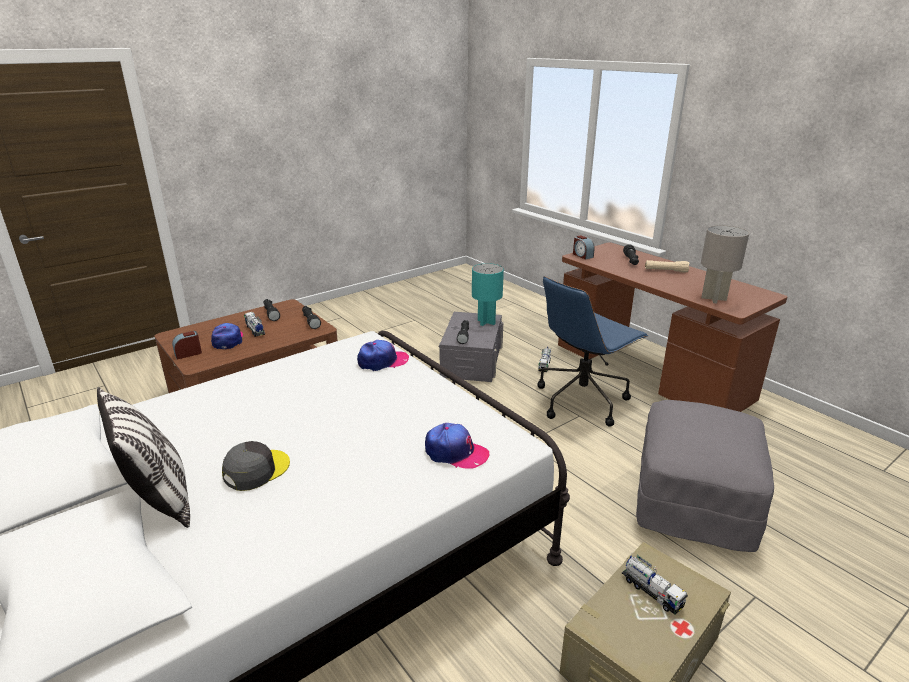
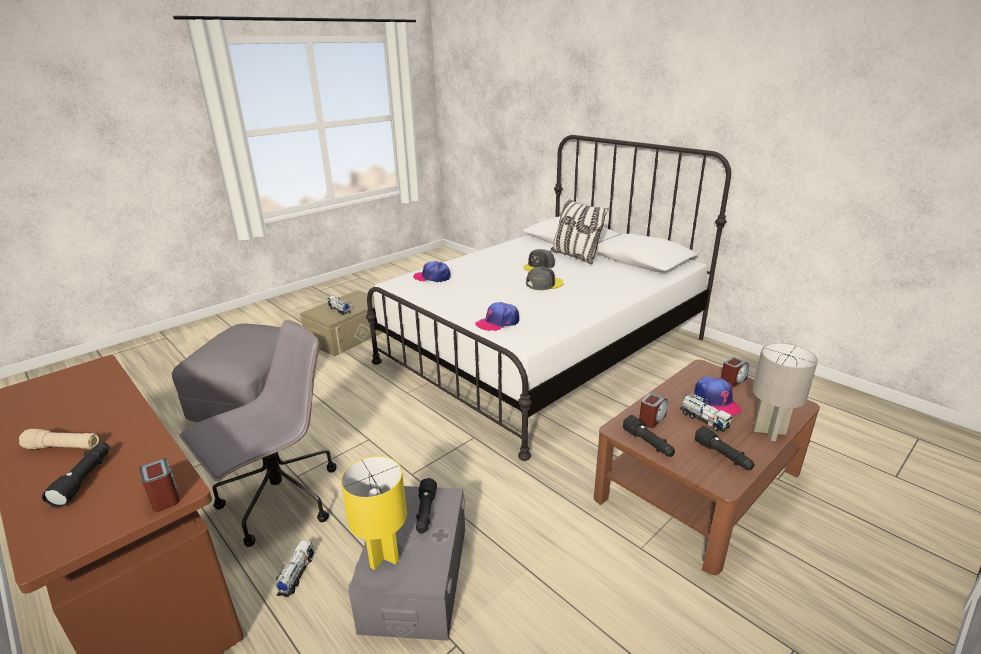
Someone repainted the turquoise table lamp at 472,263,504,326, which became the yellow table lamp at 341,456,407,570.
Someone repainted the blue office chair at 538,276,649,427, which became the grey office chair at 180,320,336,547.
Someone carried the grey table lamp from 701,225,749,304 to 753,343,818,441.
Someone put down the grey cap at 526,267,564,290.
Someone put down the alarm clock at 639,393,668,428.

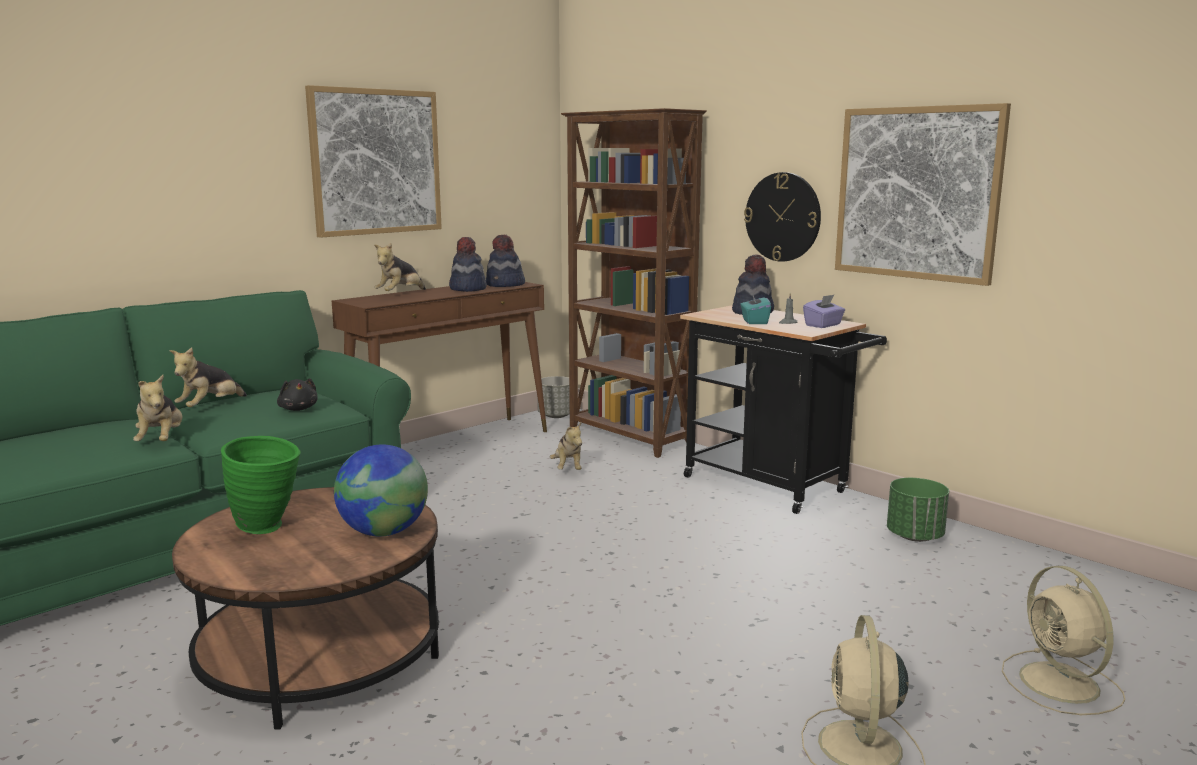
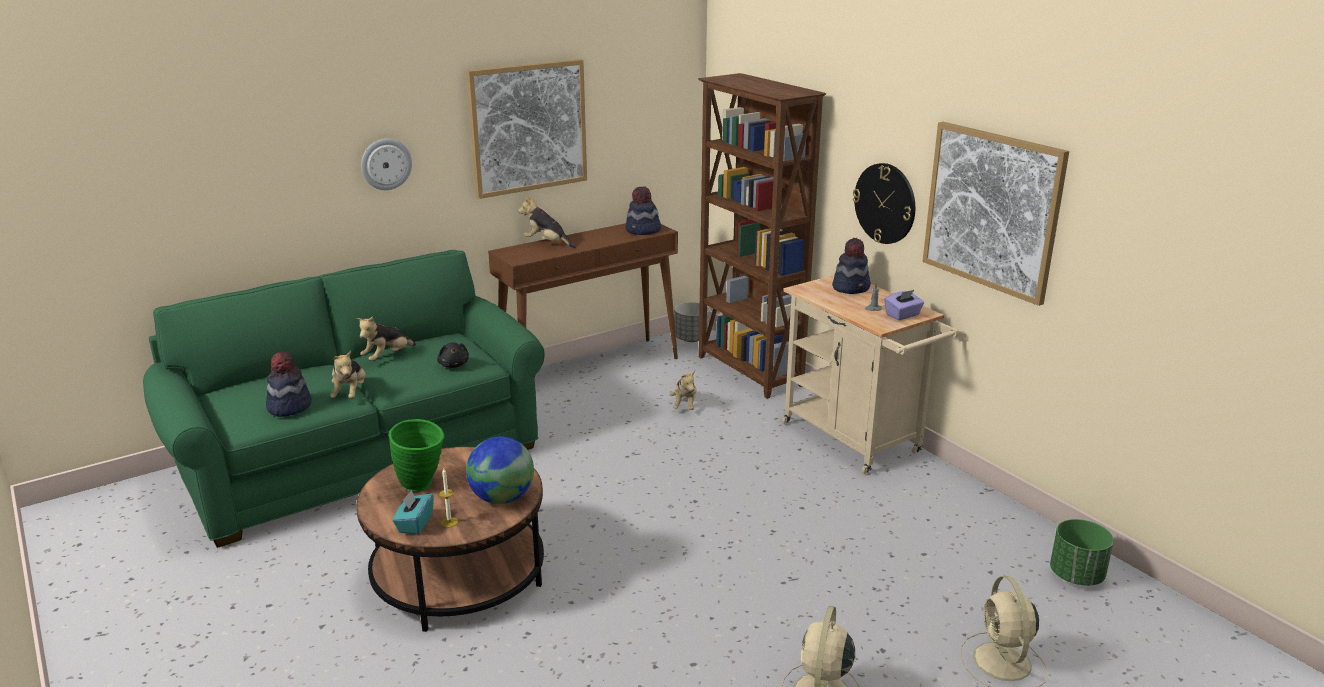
Someone rotated the plush toy at 374,243,426,291 by 75 degrees clockwise.
Someone carried the hat from 449,237,487,292 to 266,351,312,417.
Someone repainted the black cart at 680,305,887,514, which became the beige cart at 782,275,959,475.
Someone carried the turquoise tissue box from 740,291,771,324 to 393,490,434,534.
Someone carried the green planter from 887,478,949,542 to 1050,519,1114,586.
Someone put up the wall clock at 361,139,412,190.
Someone put down the candle at 439,468,458,527.

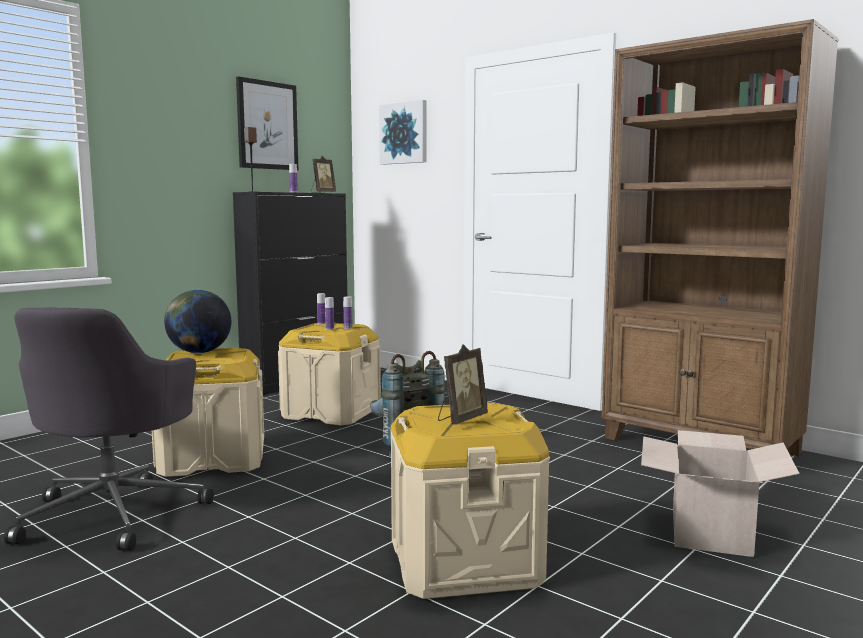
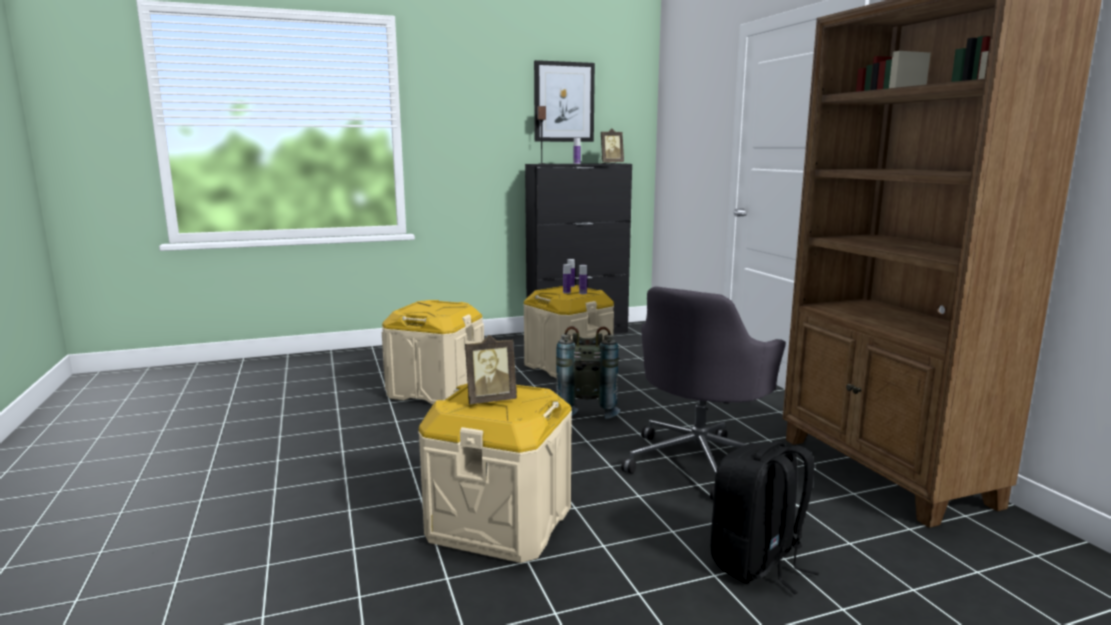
Someone carried the grey office chair from 4,308,214,550 to 621,286,786,500.
Someone took away the globe at 164,290,231,353.
Someone took away the picture at 379,100,426,165.
Someone swapped the cardboard box at 641,430,800,557 for the black backpack at 711,441,819,594.

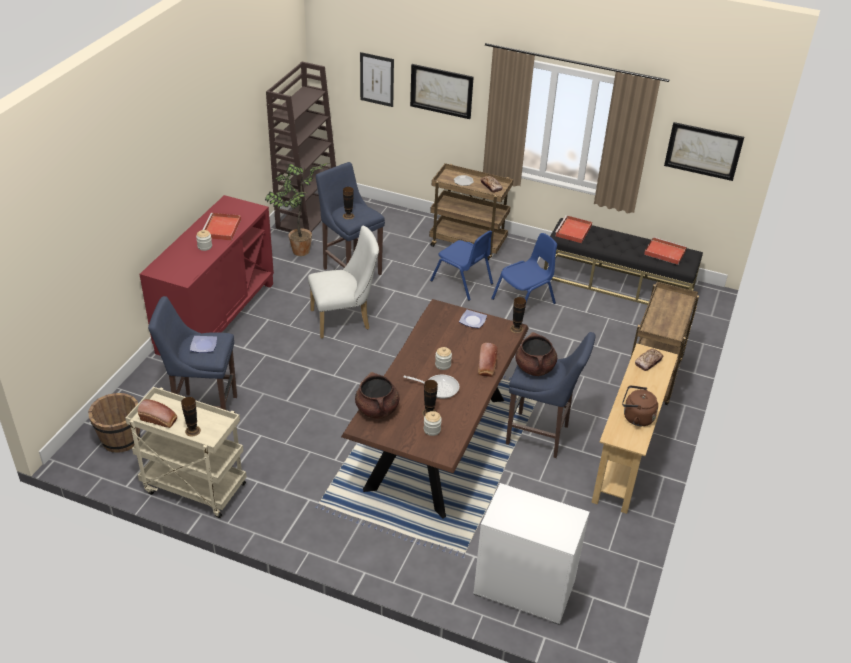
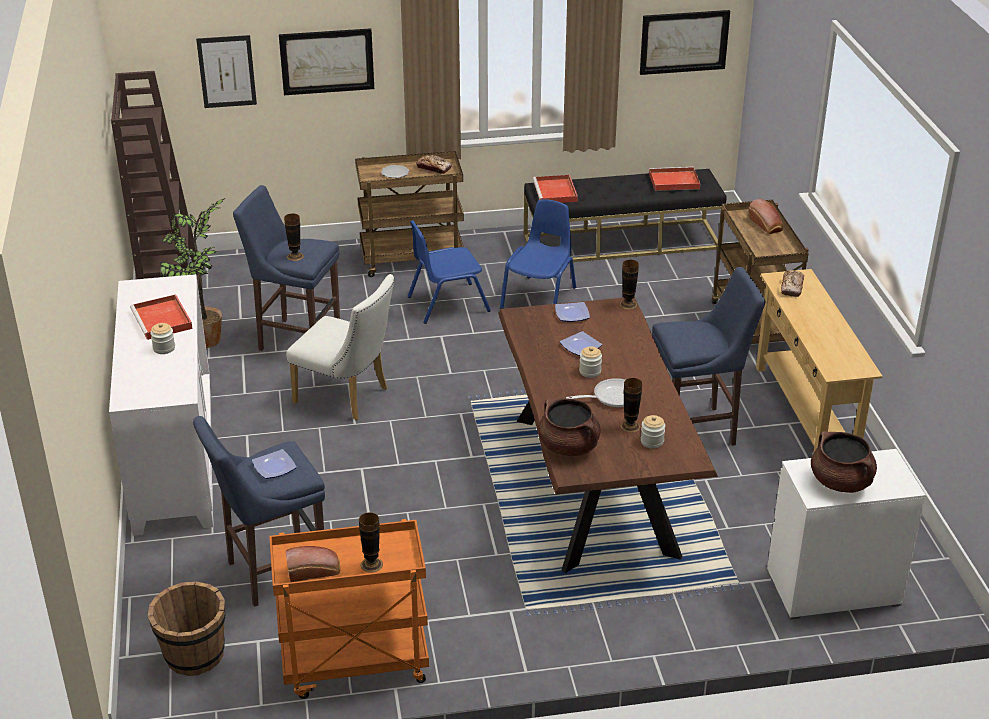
Someone repainted the beige cart at 125,387,247,518, which became the orange cart at 269,519,429,699.
Someone repainted the red cabinet at 139,195,274,356, which became the white cabinet at 109,274,213,536.
Someone rotated the white chair at 308,226,379,339 by 75 degrees clockwise.
Someone rotated the blue chair at 430,230,493,301 by 150 degrees clockwise.
Someone carried the bread from 478,343,498,377 to 749,199,783,234.
Someone carried the brown cooking pot from 515,332,557,376 to 811,431,877,493.
Someone took away the brown kettle at 622,385,658,426.
Someone put down the plate at 560,331,602,356.

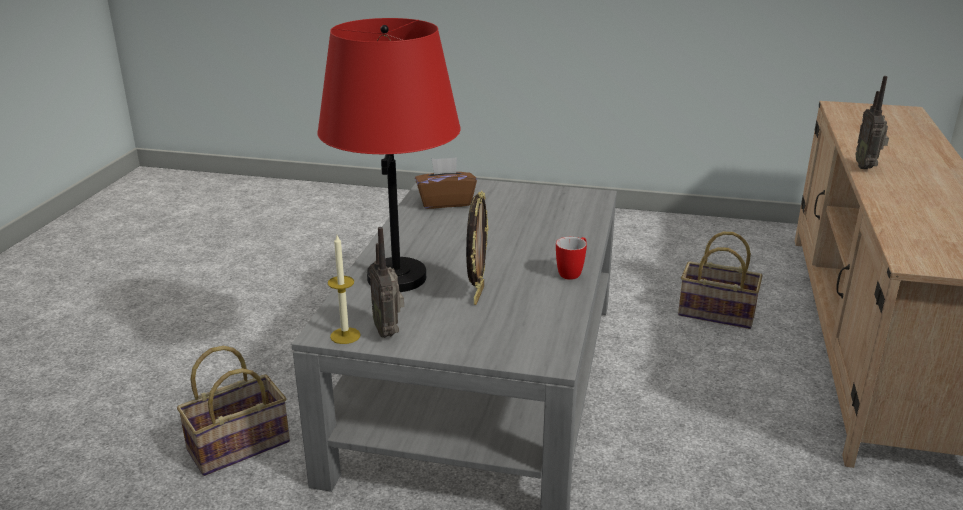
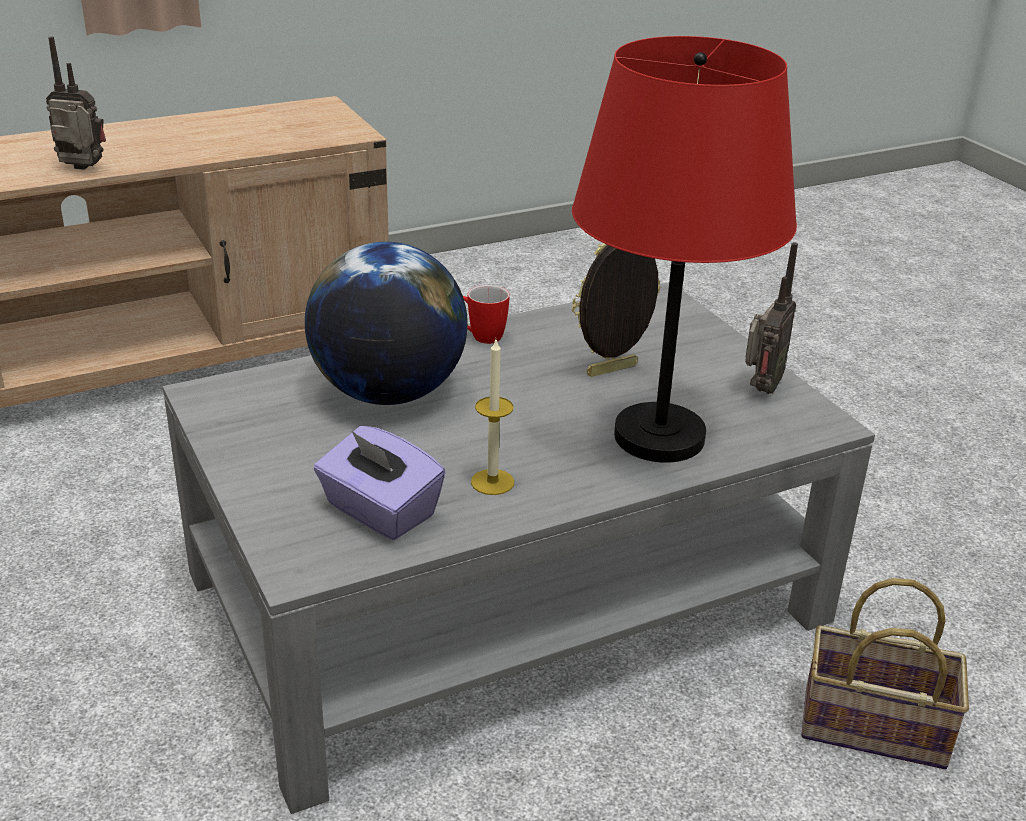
Someone carried the candle from 328,235,361,344 to 471,340,514,495.
Someone repainted the brown tissue box at 415,157,477,209, which became the purple tissue box at 314,426,446,540.
Someone took away the basket at 678,232,763,329.
Someone rotated the radio at 856,76,889,169 by 135 degrees counterclockwise.
Someone put down the globe at 305,242,468,405.

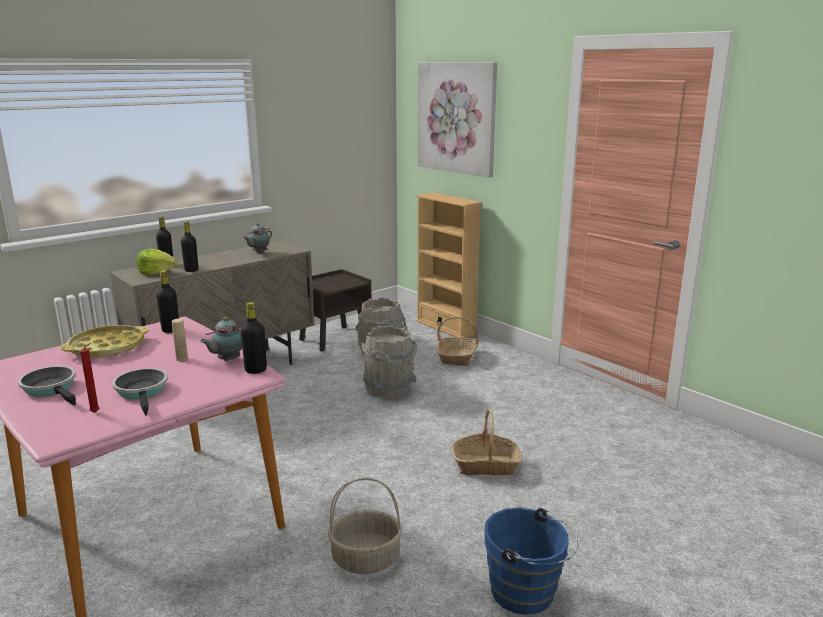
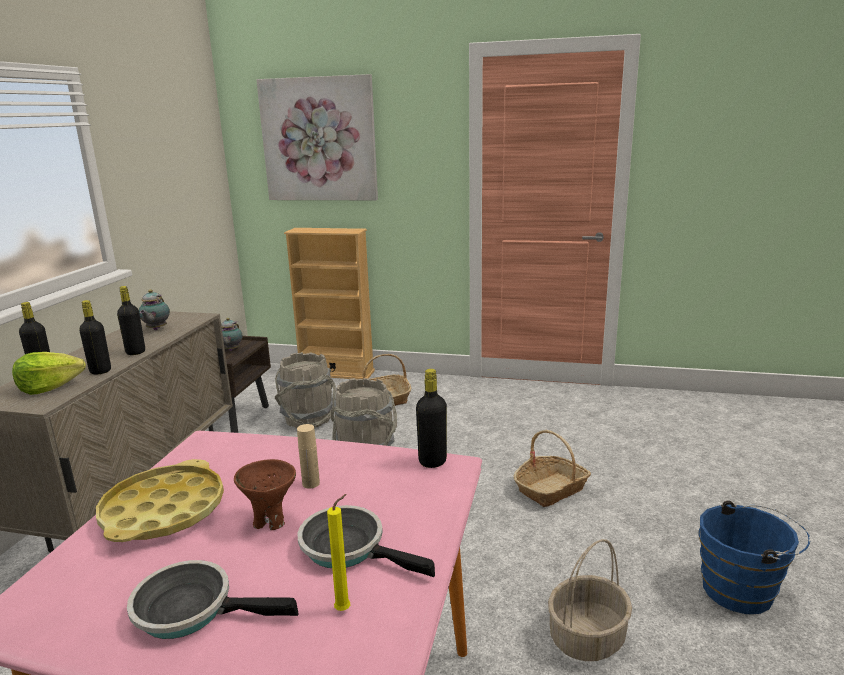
Someone repainted the red candle at 80,343,100,413, which became the yellow candle at 327,494,350,611.
Someone carried the black bottle from 156,270,179,333 to 117,286,145,355.
Someone carried the teapot from 200,317,245,361 to 221,318,243,351.
Someone put down the brown bowl at 234,459,296,530.

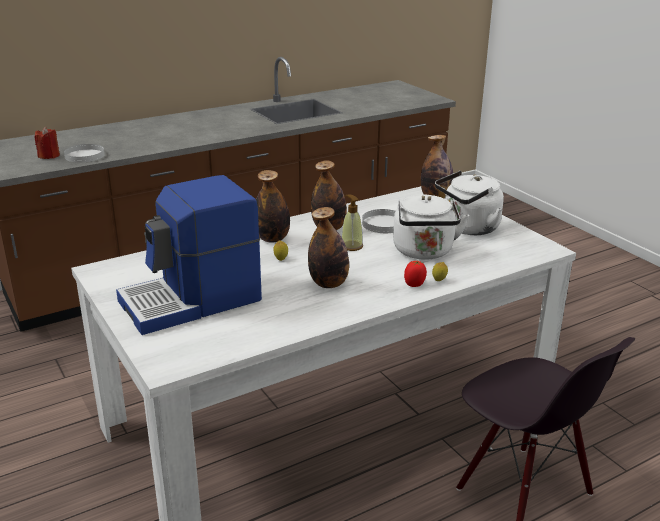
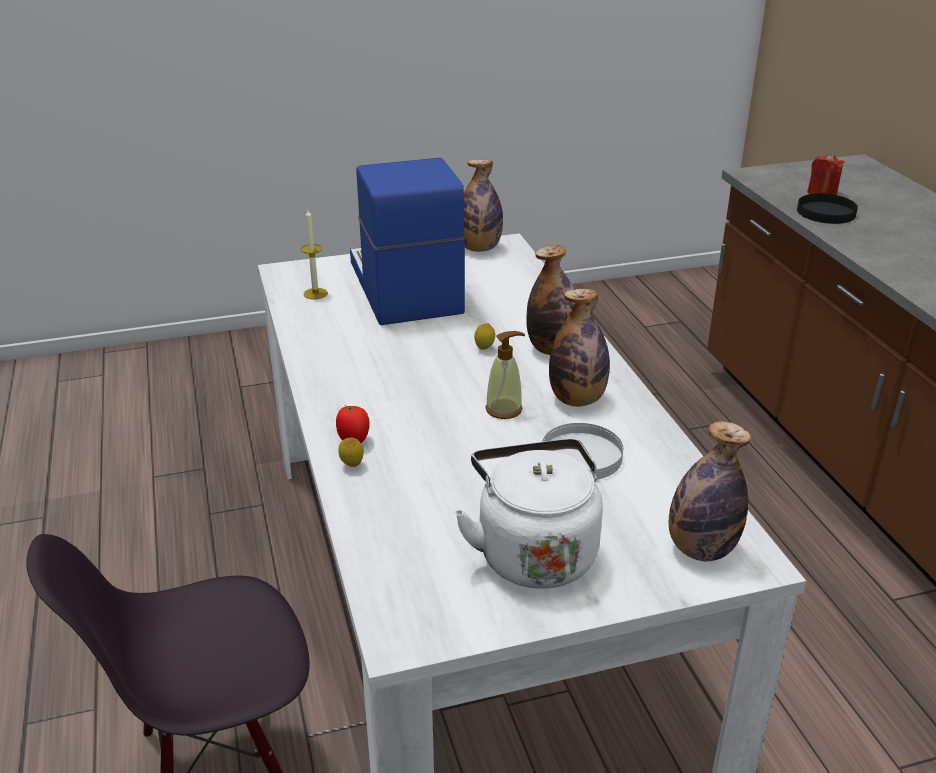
Someone repainted the white plate at 64,144,105,163, which became the black plate at 797,194,858,224.
Someone carried the bottle from 308,207,349,288 to 464,160,503,252.
Someone took away the white kettle at 393,195,469,260.
Someone put down the candle at 301,210,328,300.

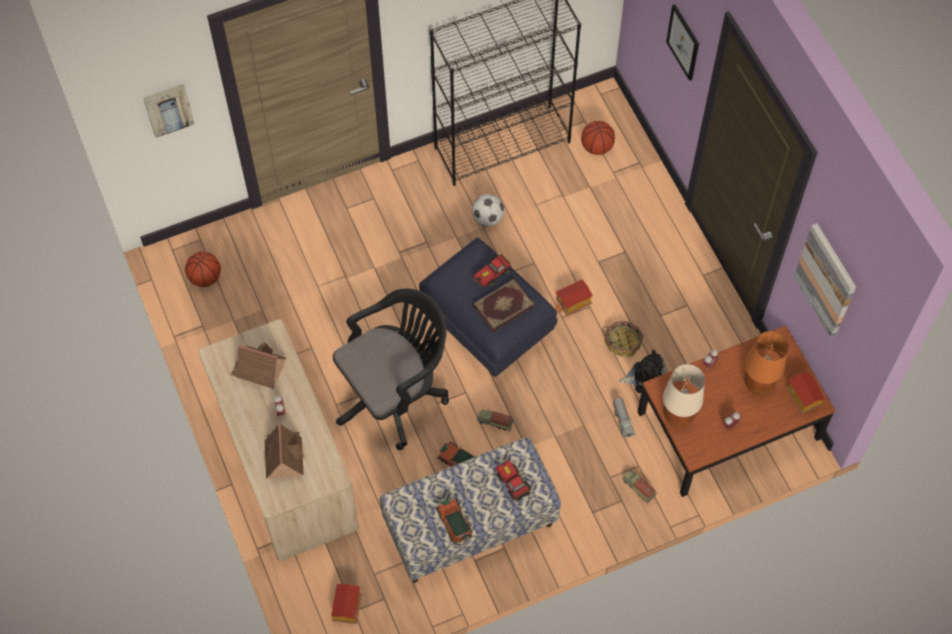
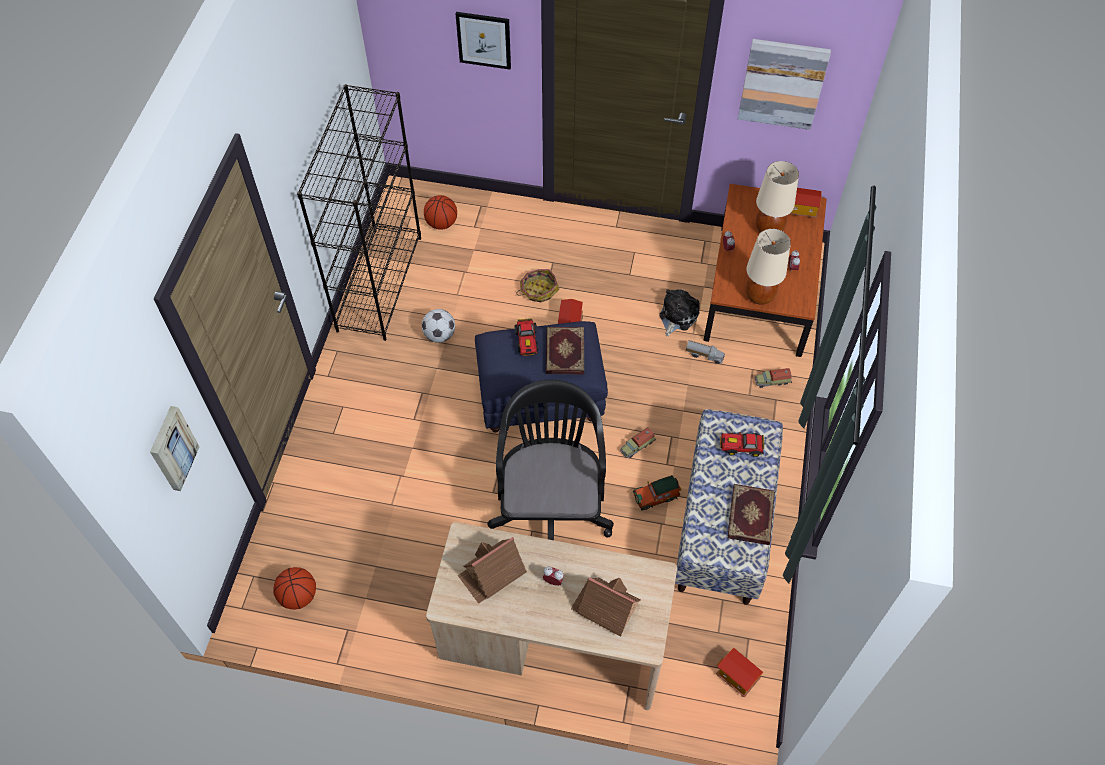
Someone swapped the toy car at 435,498,472,544 for the book at 728,484,775,545.
Someone carried the basket from 603,321,643,356 to 516,269,559,302.
Someone repainted the orange table lamp at 744,331,789,394, which became the beige table lamp at 755,161,799,233.

